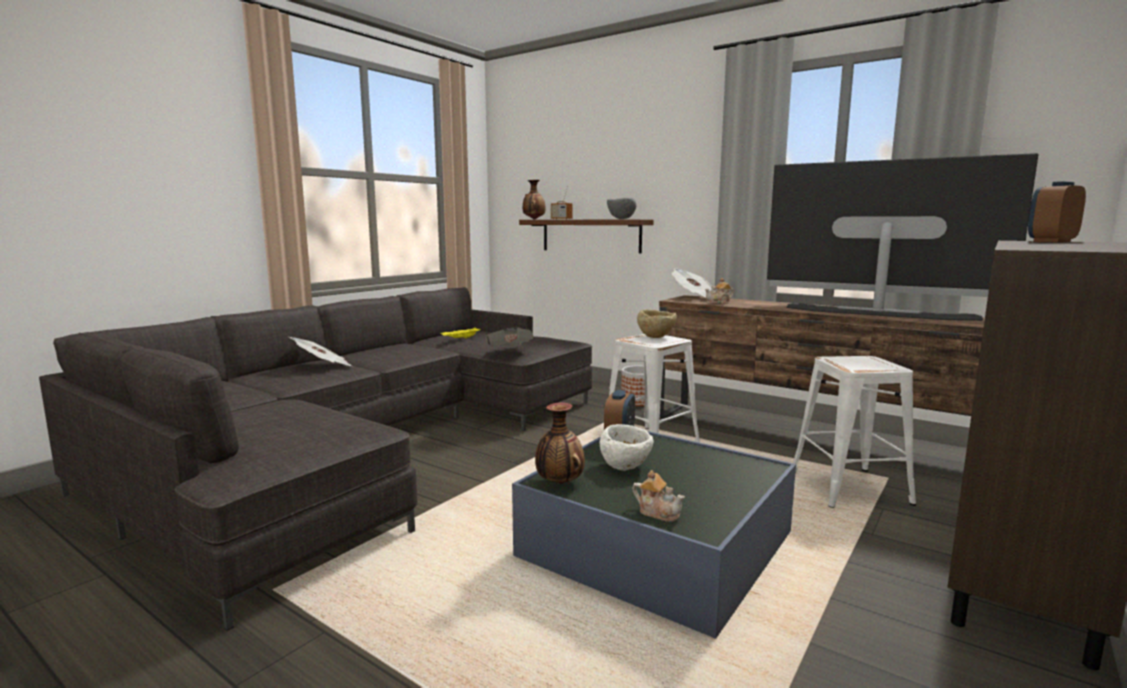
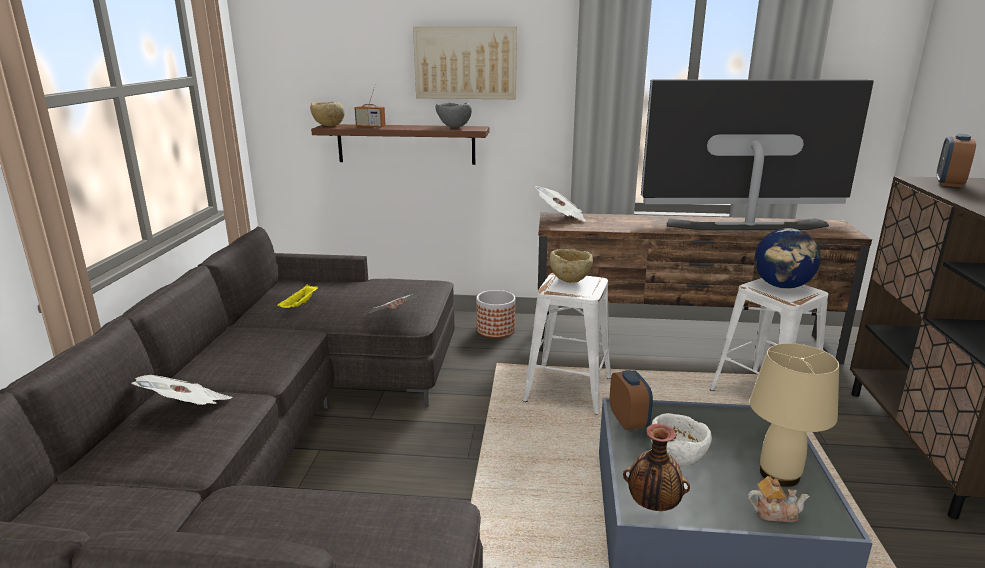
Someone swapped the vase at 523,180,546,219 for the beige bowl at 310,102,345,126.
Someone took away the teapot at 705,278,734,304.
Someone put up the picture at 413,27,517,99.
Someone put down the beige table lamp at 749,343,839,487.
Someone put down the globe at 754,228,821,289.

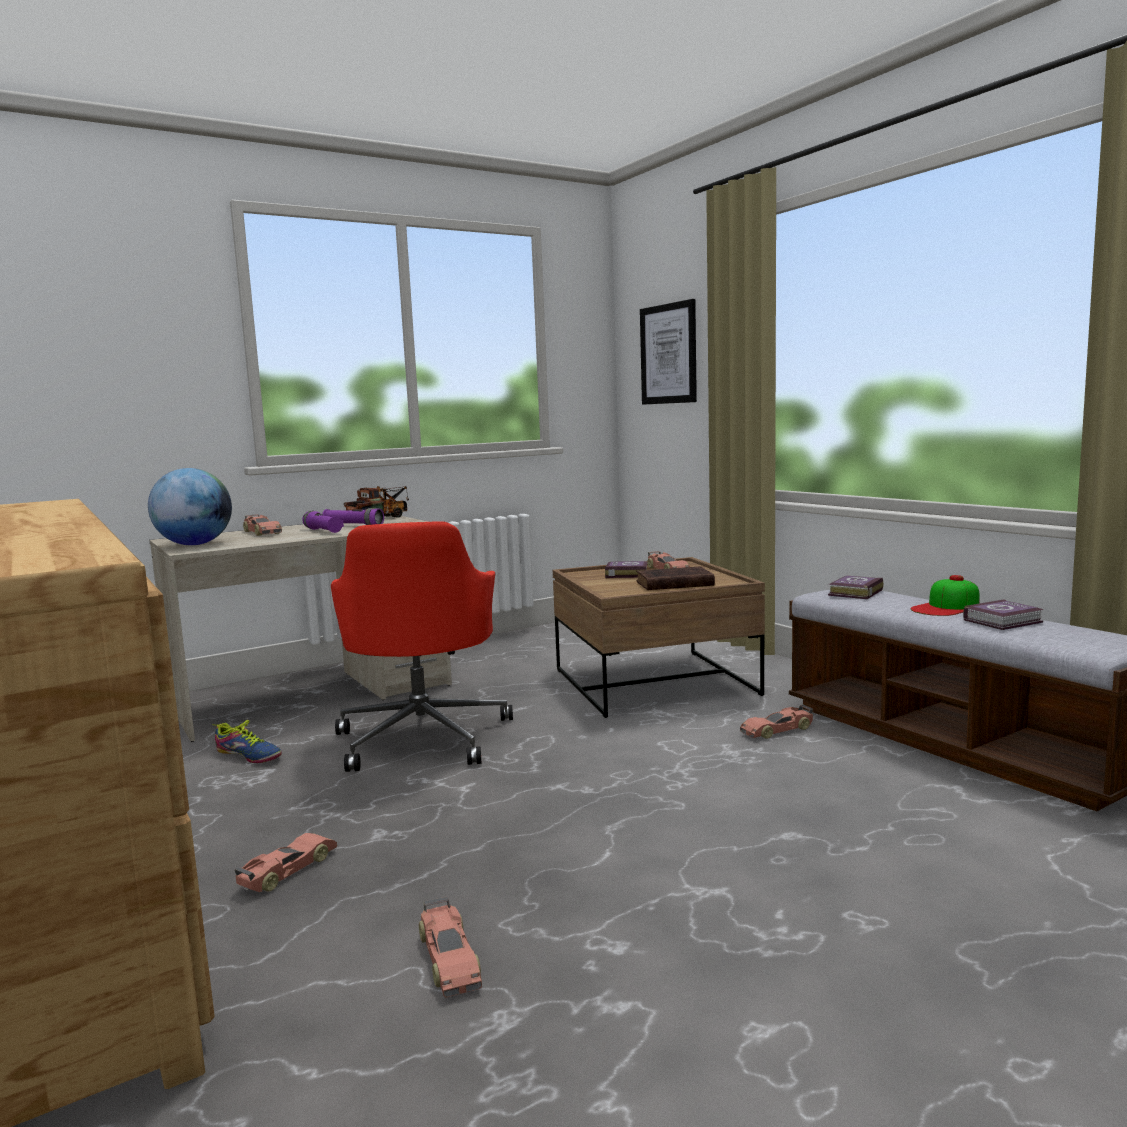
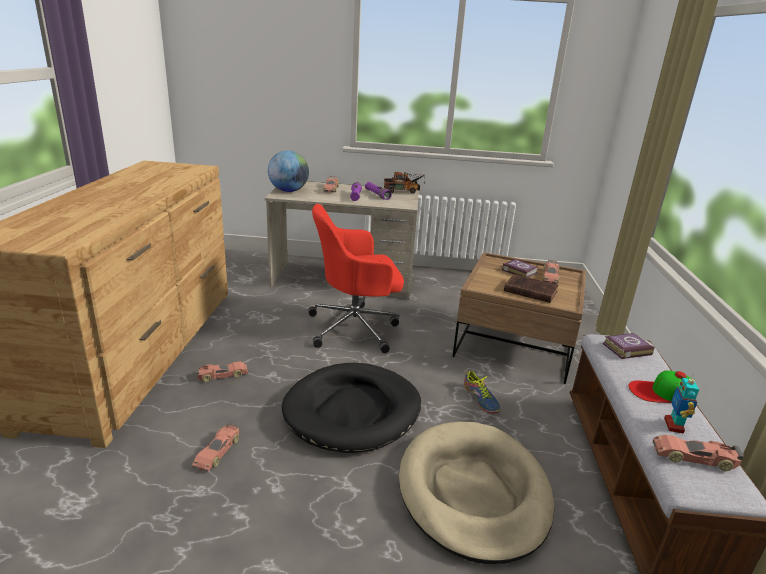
Someone carried the shoe from 211,720,282,763 to 464,371,500,414.
Someone rotated the red office chair at 331,522,513,772 by 45 degrees clockwise.
Someone took away the picture at 640,299,697,405.
Someone carried the toy car from 740,704,813,739 to 653,435,744,471.
Someone swapped the book at 963,599,1044,630 for the toy robot at 664,374,699,434.
Someone put down the black dog bed at 282,363,421,453.
Someone put down the beige dog bed at 399,422,554,564.

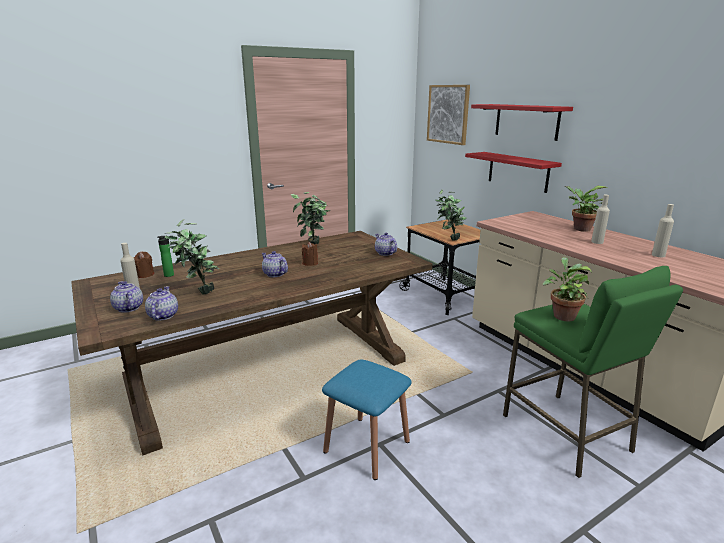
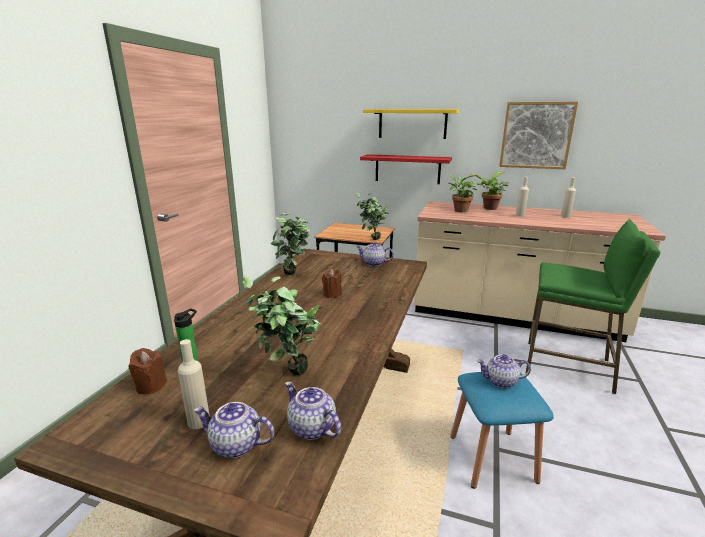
Someone carried the teapot from 261,251,288,277 to 477,354,531,388.
Someone carried the picture from 427,85,470,145 to 499,102,578,169.
Someone repainted the red shelf at 471,104,573,141, which became the yellow shelf at 363,109,459,139.
Someone carried the potted plant from 543,257,592,322 to 448,174,478,213.

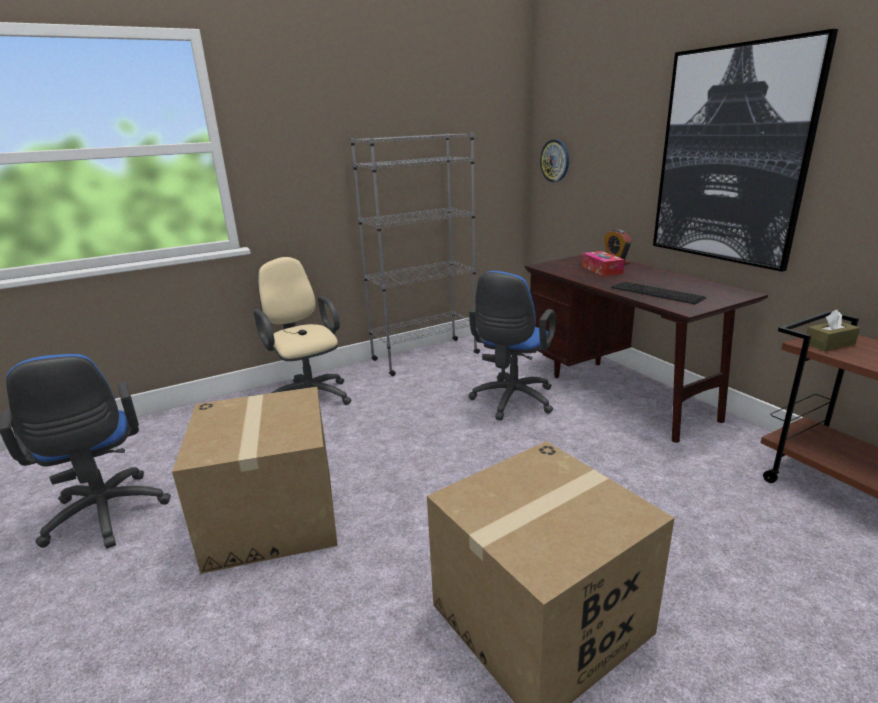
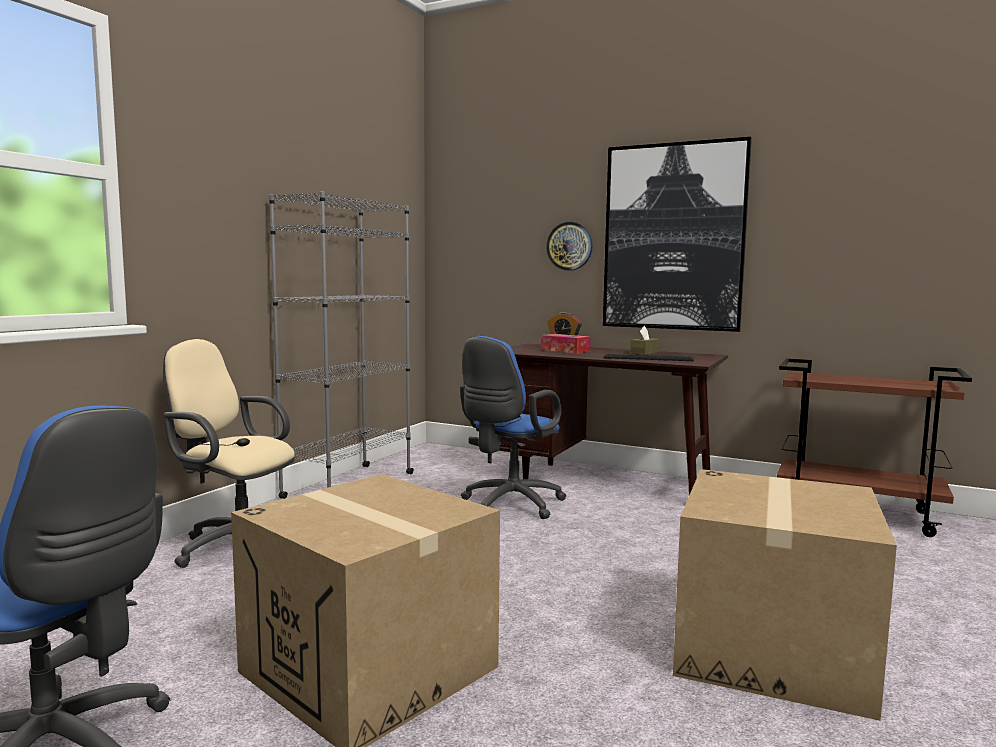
Someone rotated the blue office chair at 469,271,556,420 by 45 degrees clockwise.
Someone carried the wall clock from 540,139,569,182 to 546,222,593,271.
Someone carried the brown tissue box from 806,310,860,351 to 630,326,659,355.

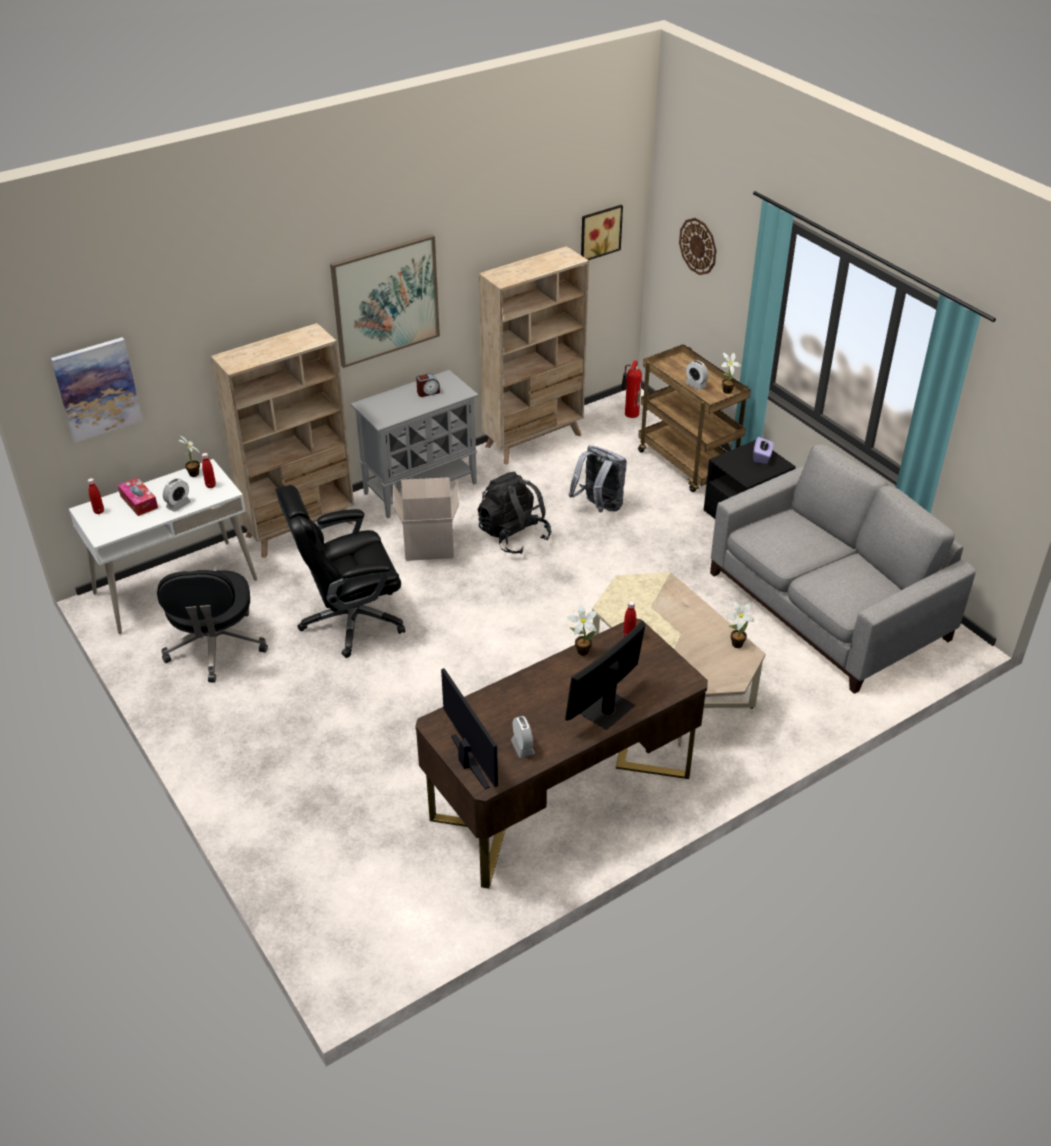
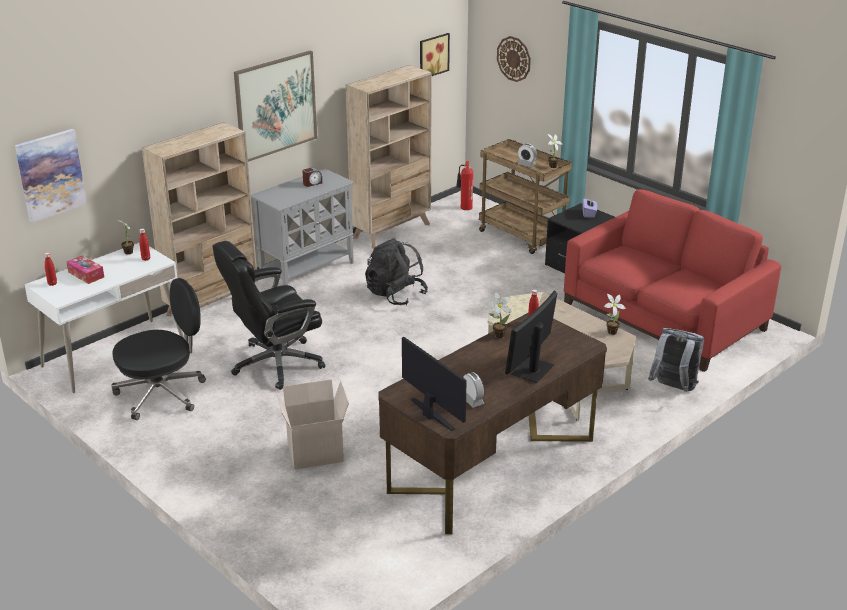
Someone rotated the black office chair at 157,570,268,683 by 105 degrees counterclockwise.
Someone took away the alarm clock at 163,478,191,512.
Someone carried the cardboard box from 393,477,459,561 to 276,379,349,470.
Someone carried the grey backpack from 569,445,627,512 to 648,328,704,392.
Someone repainted the grey sofa at 710,444,976,694, which became the red sofa at 564,189,781,372.

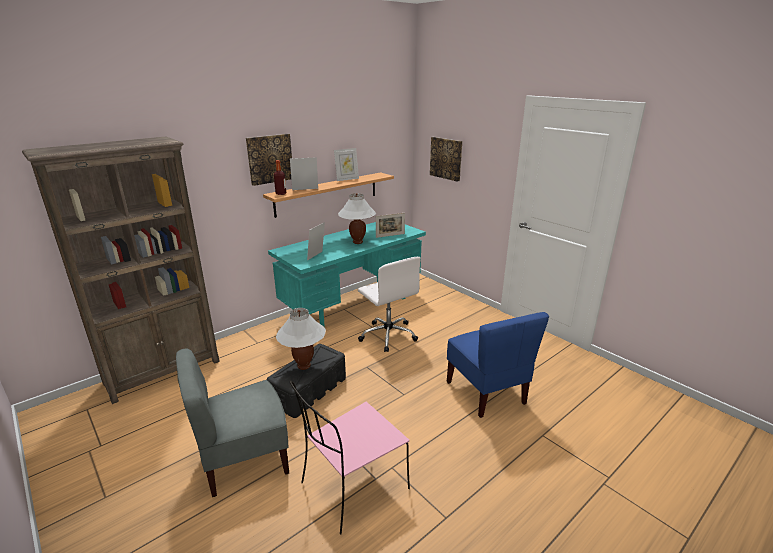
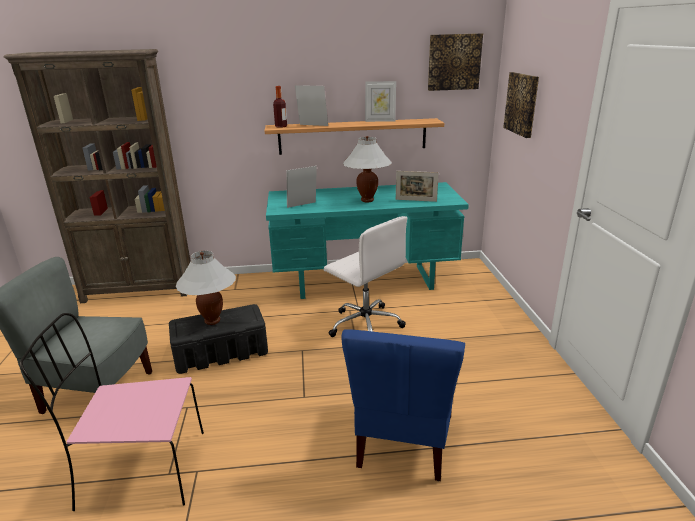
Someone carried the picture from 246,134,292,186 to 428,33,483,91.
Someone rotated the white office chair at 358,257,421,352 by 45 degrees counterclockwise.

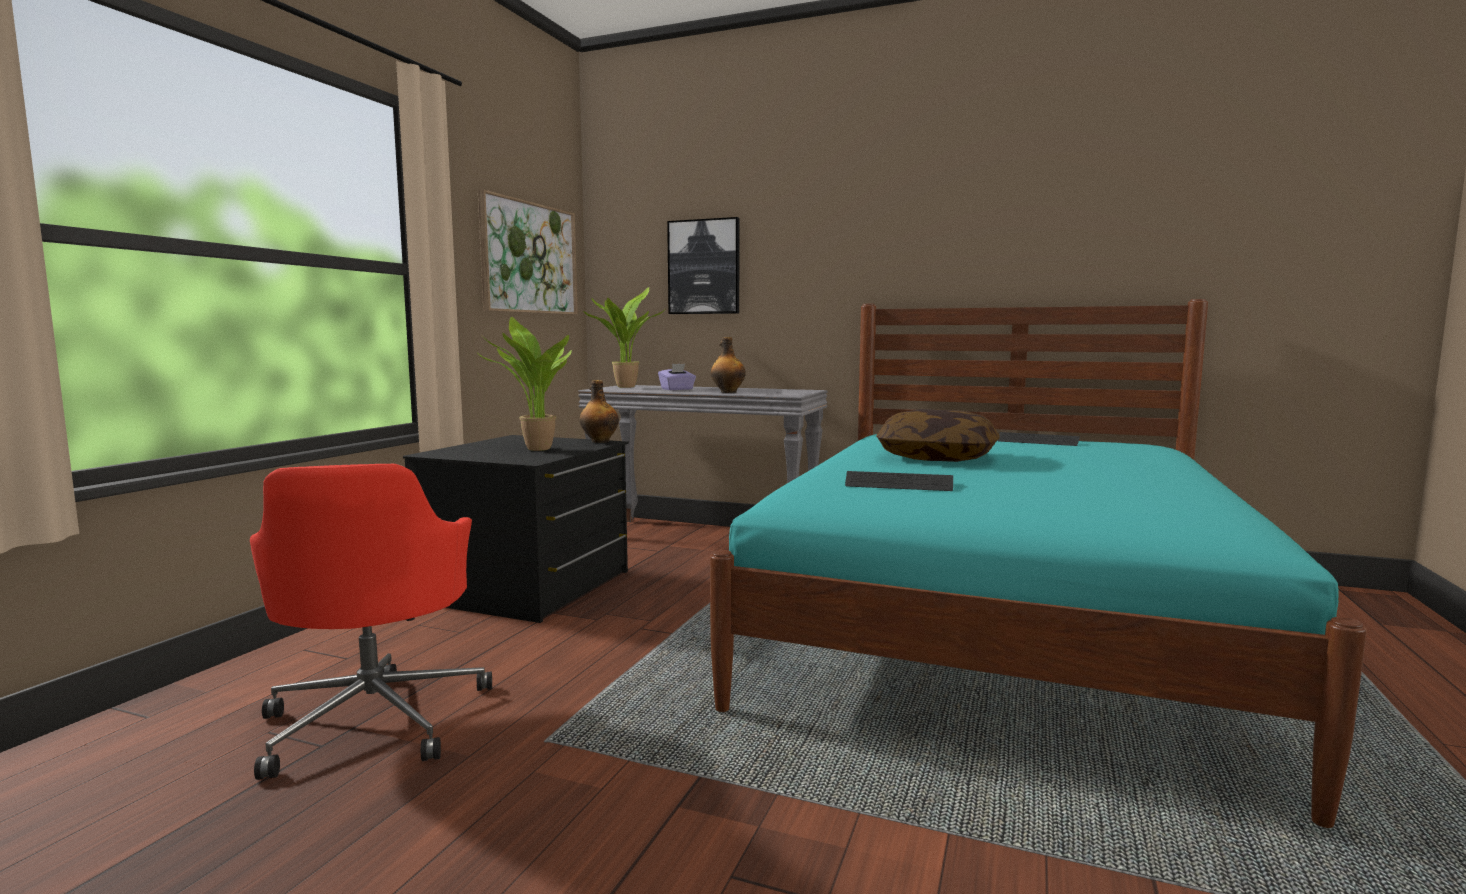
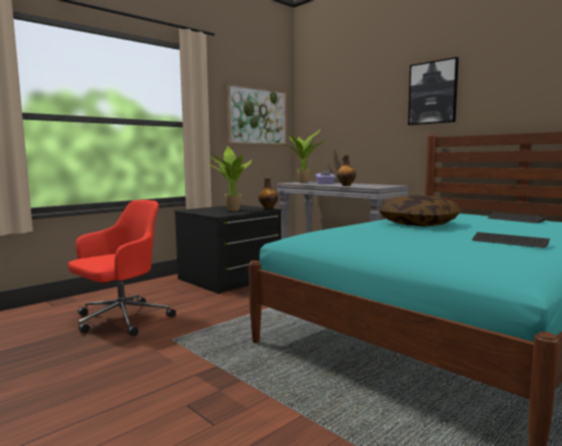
Someone rotated the red office chair at 250,464,492,780 by 150 degrees counterclockwise.
Someone carried the picture from 667,217,739,314 to 408,57,459,125.
Someone carried the keyboard from 845,471,953,491 to 472,232,550,248.

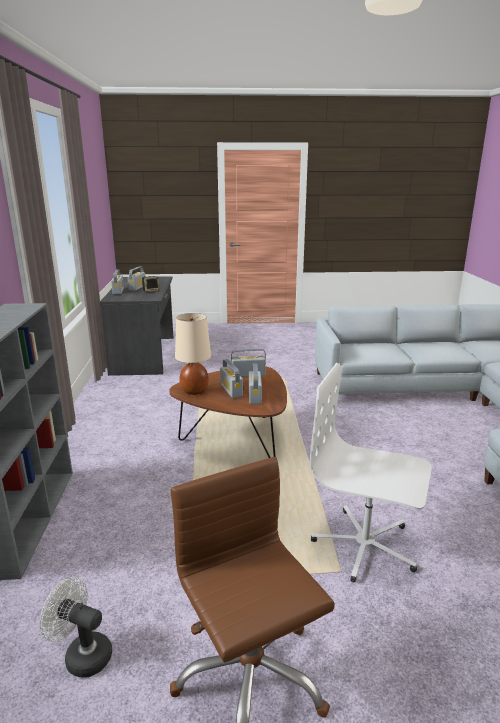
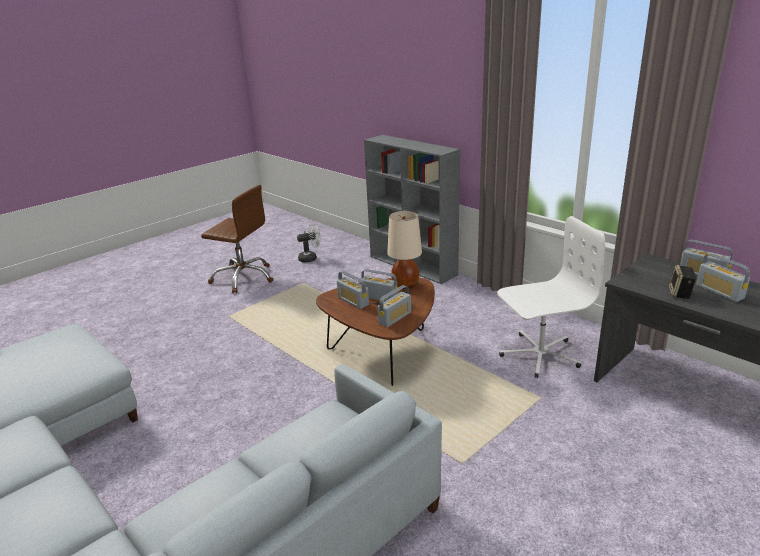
Someone carried the white office chair from 310,363,432,582 to 497,216,605,378.

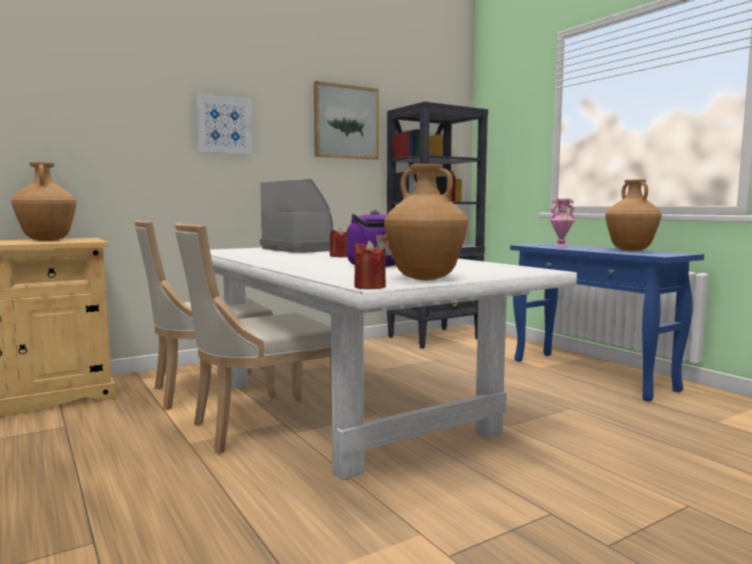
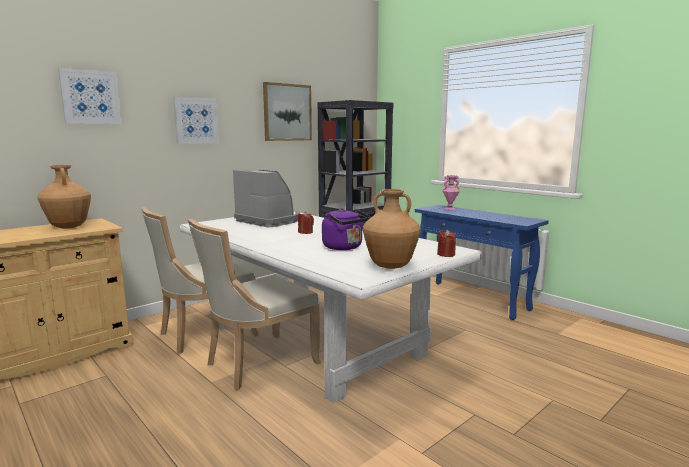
Someone carried the red candle from 354,240,386,289 to 437,230,456,257.
Someone took away the brown vase at 605,180,662,251.
Someone put up the picture at 58,68,122,124.

